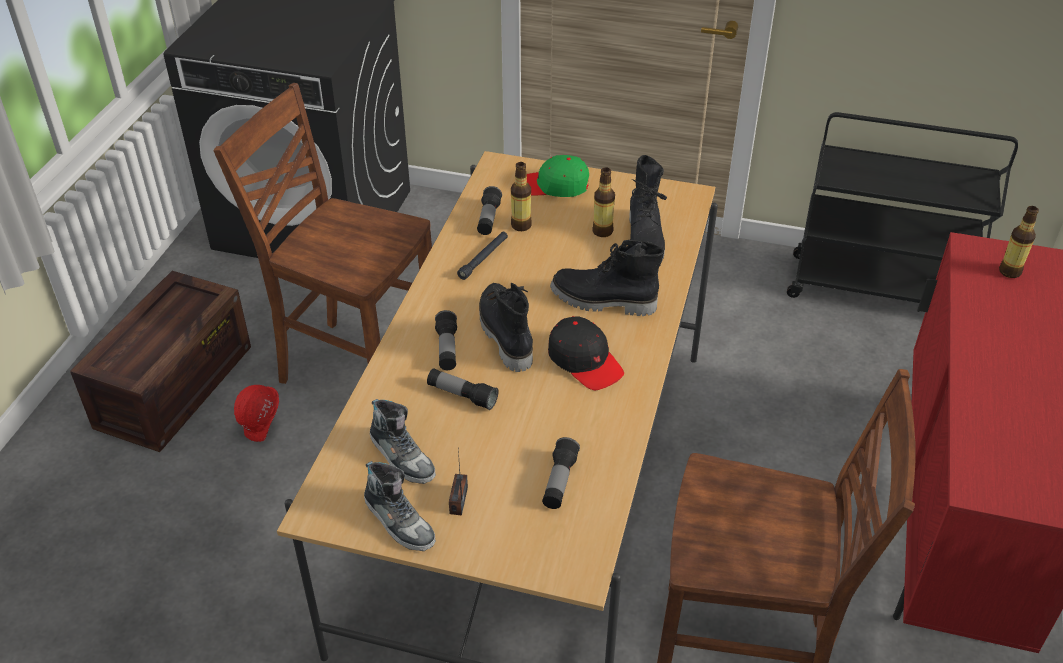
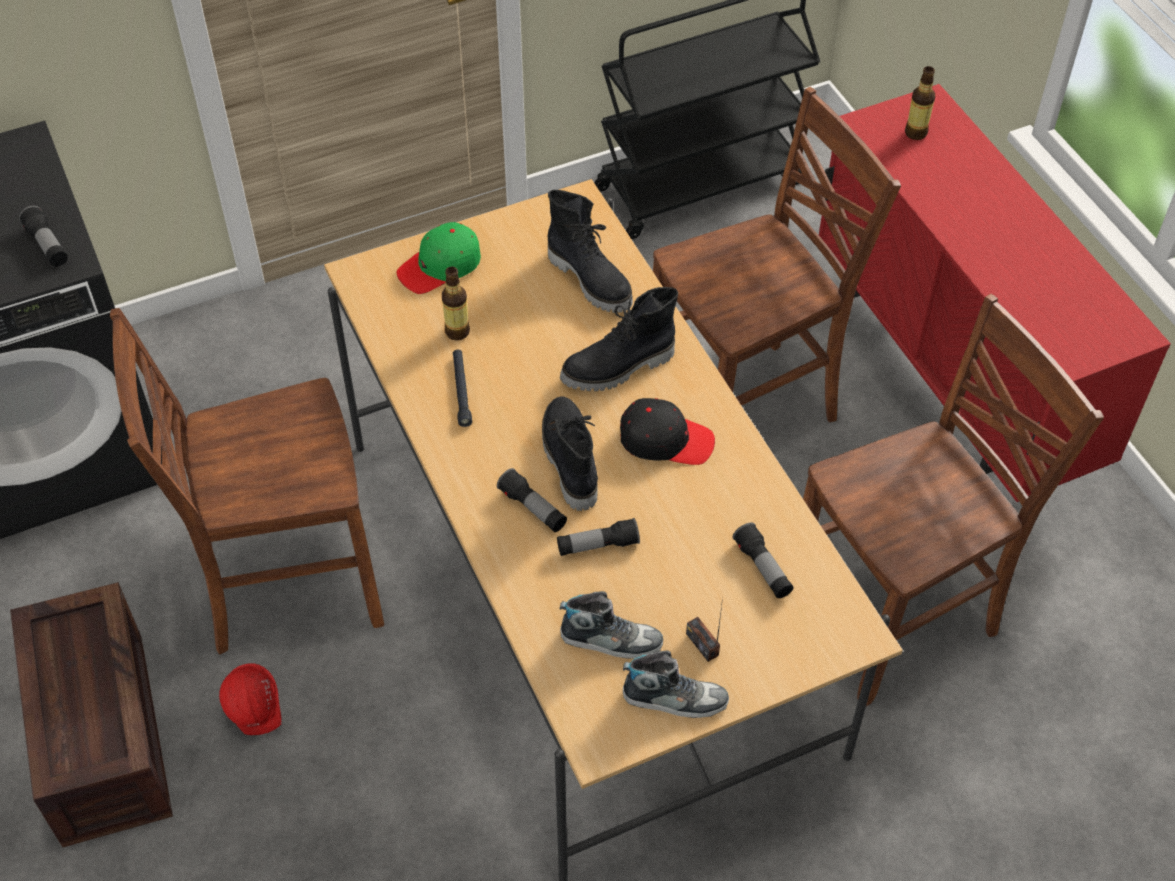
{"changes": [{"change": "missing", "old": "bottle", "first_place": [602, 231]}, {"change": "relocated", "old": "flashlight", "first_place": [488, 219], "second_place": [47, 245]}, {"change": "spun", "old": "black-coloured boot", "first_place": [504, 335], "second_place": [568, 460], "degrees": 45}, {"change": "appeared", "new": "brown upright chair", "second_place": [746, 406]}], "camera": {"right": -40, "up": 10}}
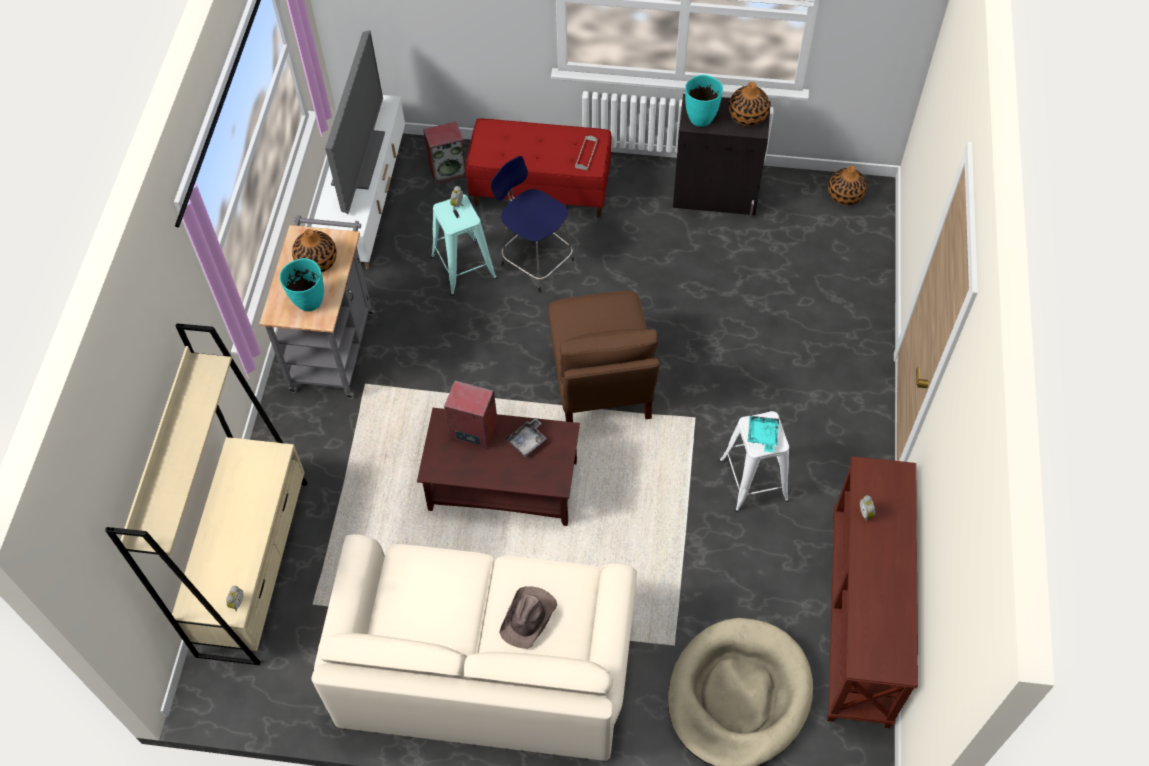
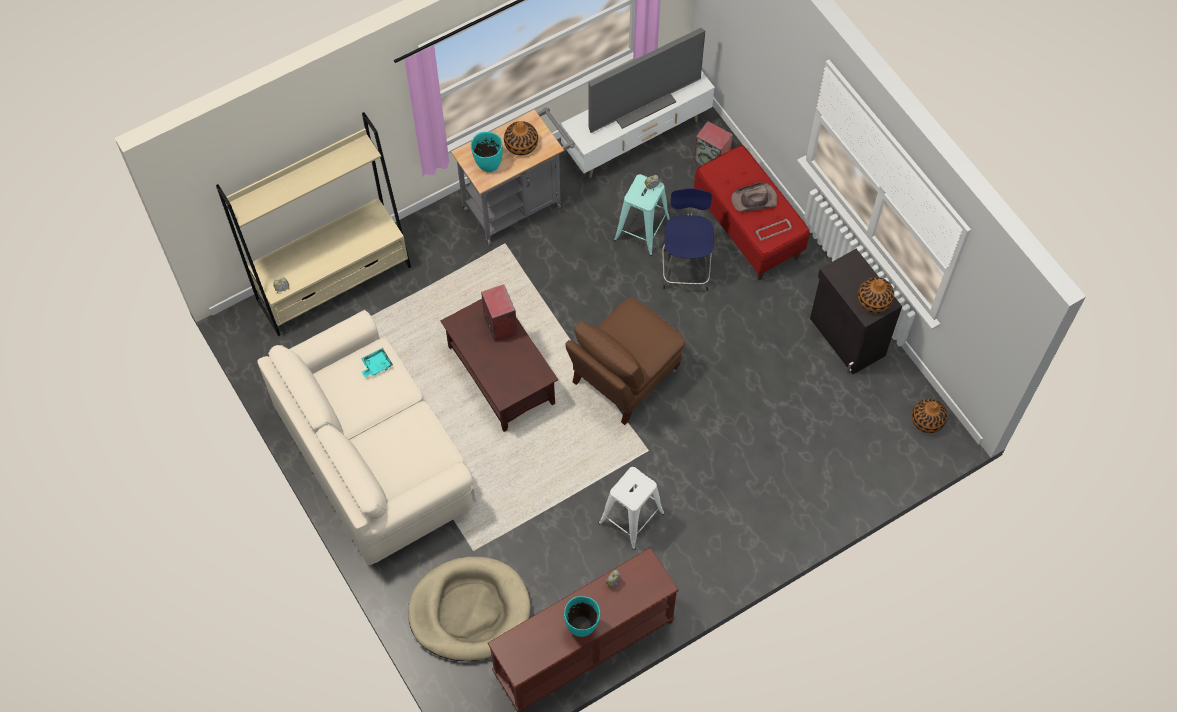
{"changes": [{"change": "relocated", "old": "turquoise vase", "first_place": [700, 118], "second_place": [582, 626]}, {"change": "relocated", "old": "turquoise carrying tray", "first_place": [762, 435], "second_place": [376, 365]}, {"change": "missing", "old": "greyish carrying tray", "first_place": [527, 441]}, {"change": "relocated", "old": "brown clothing hat", "first_place": [529, 617], "second_place": [755, 200]}], "camera": {"right": 50, "up": 5}}
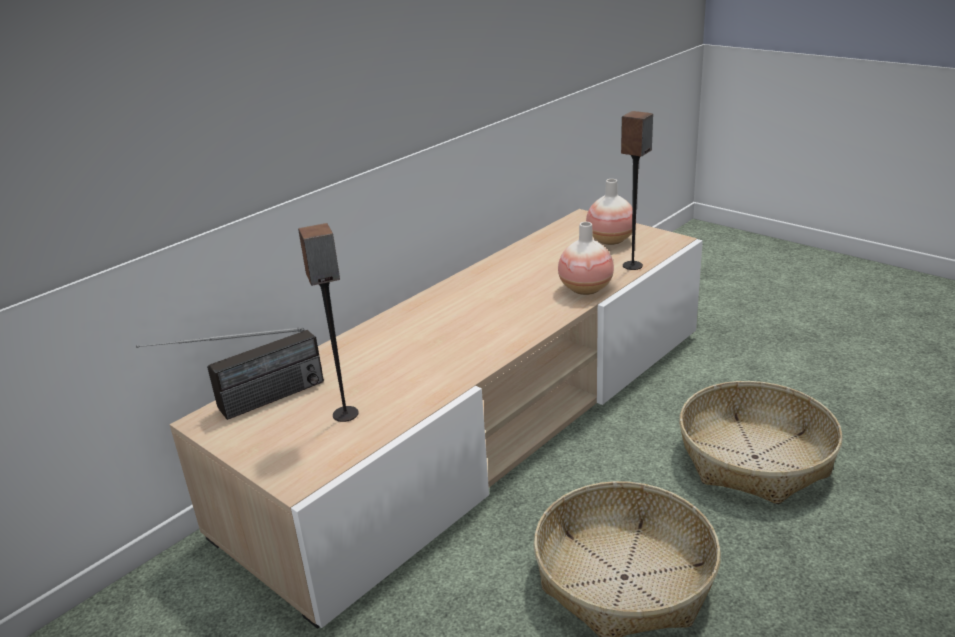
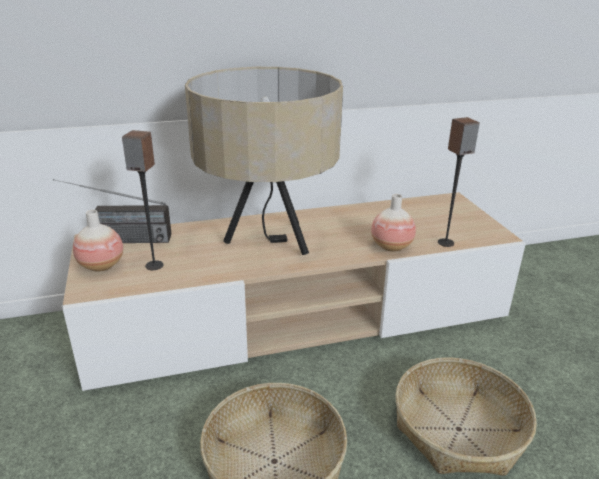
{"changes": [{"change": "relocated", "old": "vase", "first_place": [610, 240], "second_place": [101, 265]}, {"change": "appeared", "new": "beige table lamp", "second_place": [267, 241]}], "camera": {"right": 30, "up": 0}}
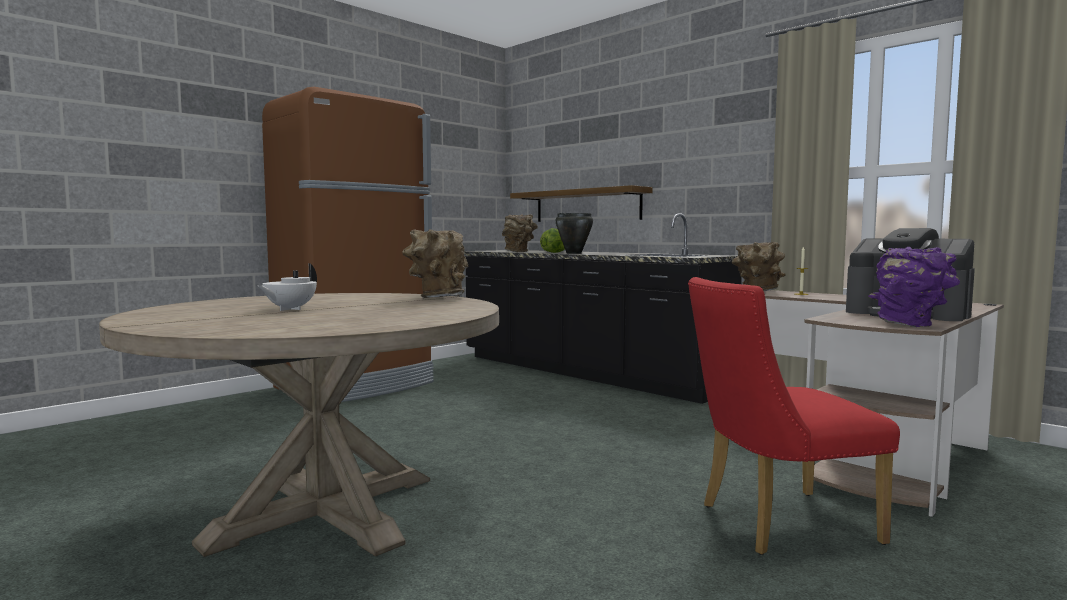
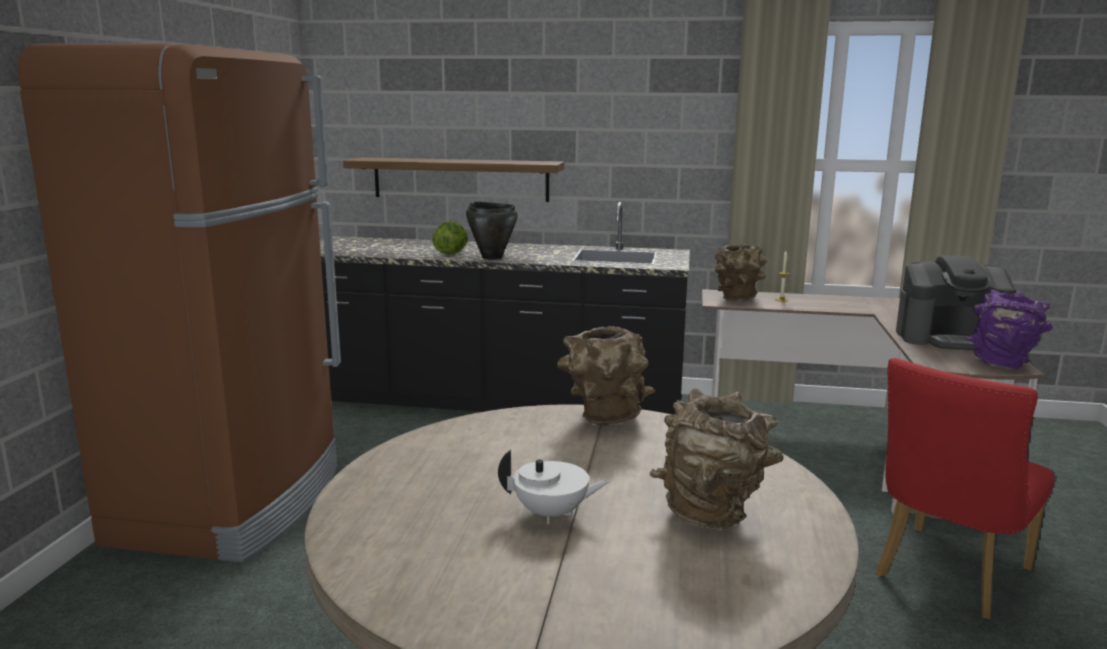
{"changes": [{"change": "relocated", "old": "brown vase", "first_place": [519, 251], "second_place": [712, 514]}, {"change": "spun", "old": "white-coloured tea pot", "first_place": [289, 309], "second_place": [552, 514], "degrees": -75}], "camera": {"right": -35, "up": 10}}
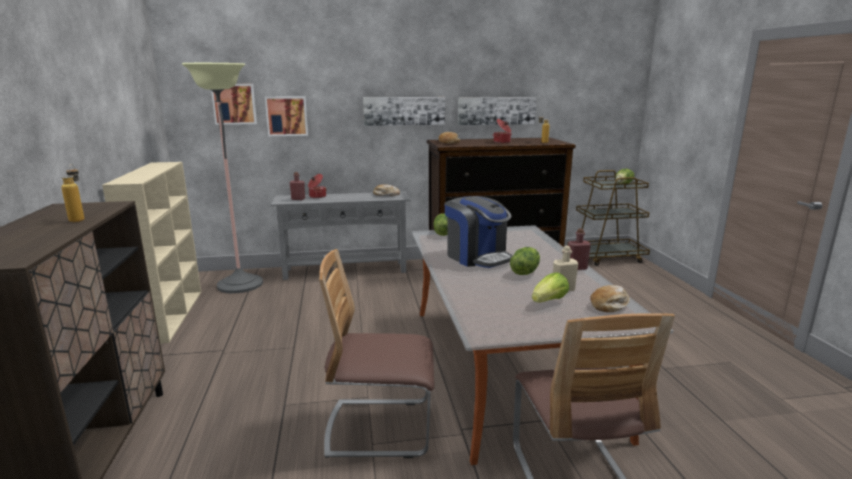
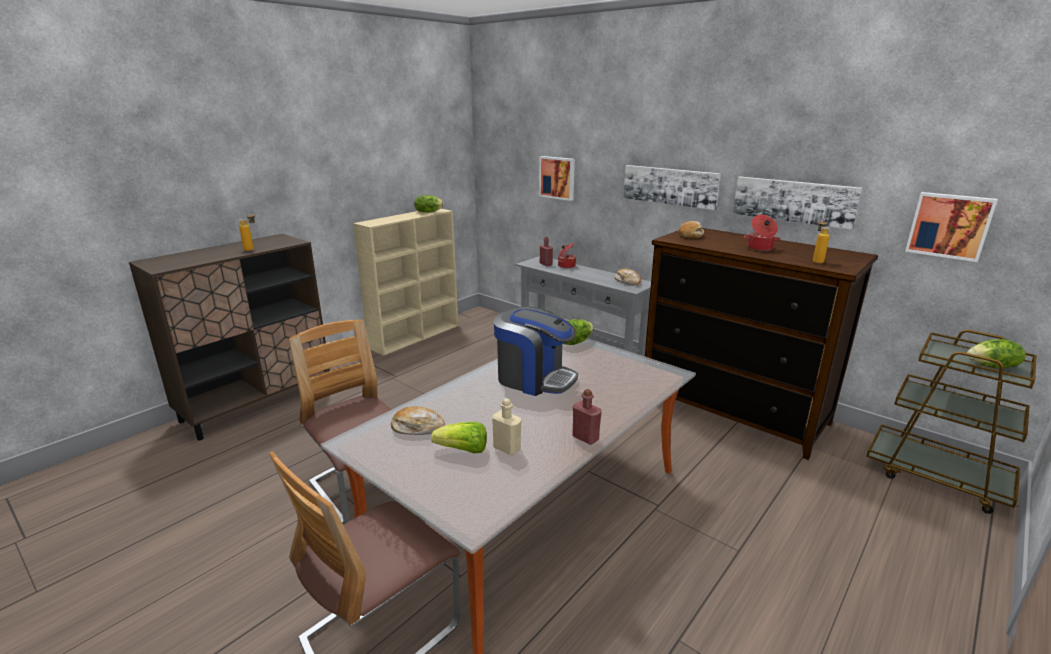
{"changes": [{"change": "missing", "old": "standing lamp", "first_place": [240, 284]}, {"change": "relocated", "old": "wall picture", "first_place": [234, 104], "second_place": [949, 225]}, {"change": "spun", "old": "coffee maker", "first_place": [477, 257], "second_place": [534, 378], "degrees": -75}, {"change": "relocated", "old": "head of lettuce", "first_place": [524, 272], "second_place": [428, 212]}, {"change": "relocated", "old": "bread", "first_place": [609, 305], "second_place": [417, 427]}], "camera": {"right": 50, "up": 5}}
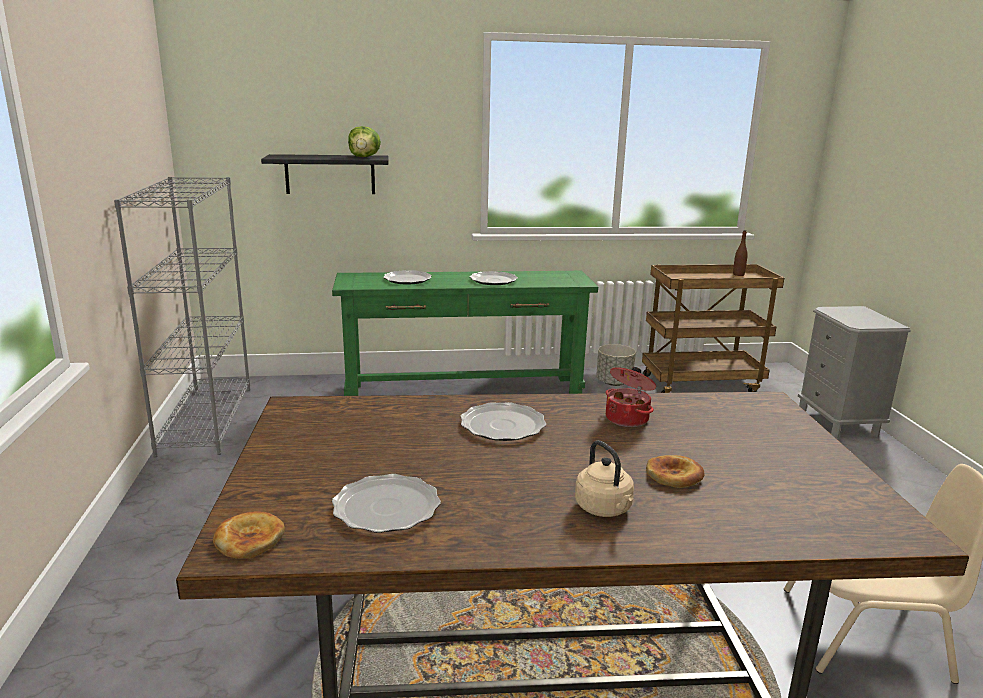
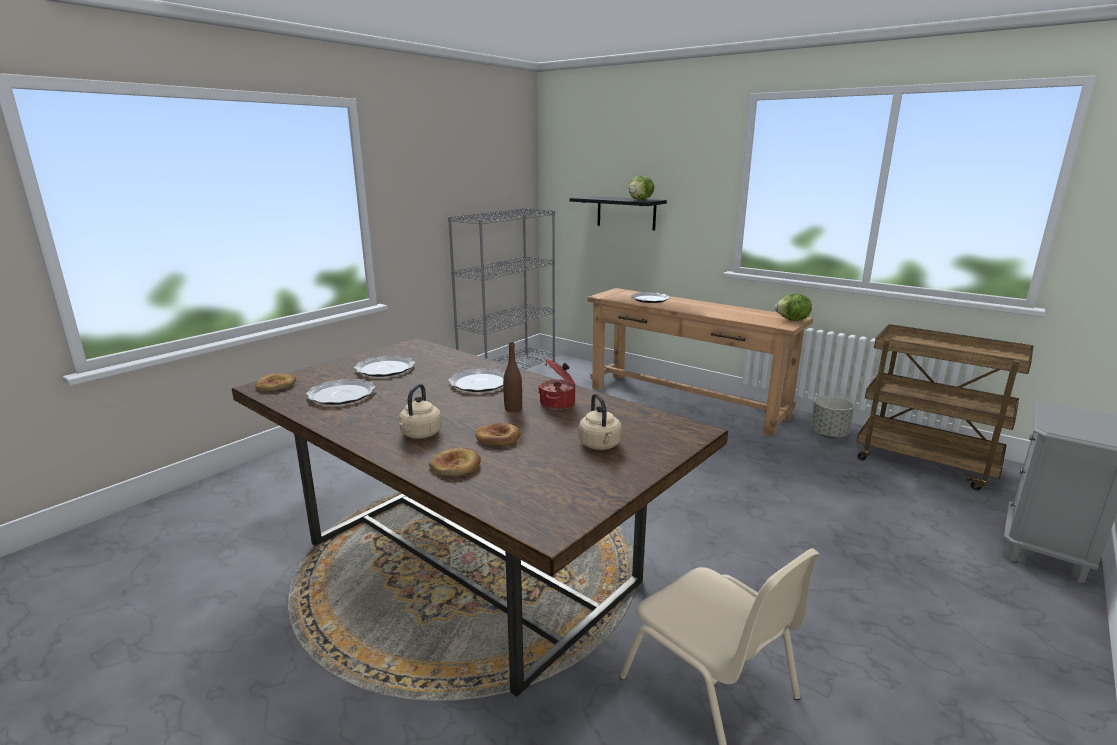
{"changes": [{"change": "relocated", "old": "brown bottle", "first_place": [738, 274], "second_place": [513, 408]}, {"change": "colour", "old": "green-coloured hall table", "new": "brown hall table", "first_place": [464, 391], "second_place": [685, 402]}, {"change": "relocated", "old": "plate", "first_place": [493, 280], "second_place": [385, 369]}, {"change": "appeared", "new": "head of lettuce", "second_place": [792, 320]}, {"change": "appeared", "new": "beige tea kettle", "second_place": [600, 445]}, {"change": "appeared", "new": "bread", "second_place": [456, 466]}], "camera": {"right": 45, "up": 0}}
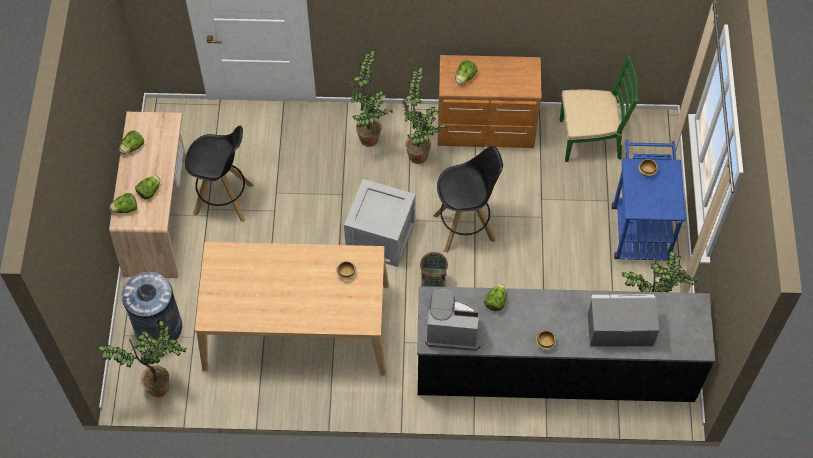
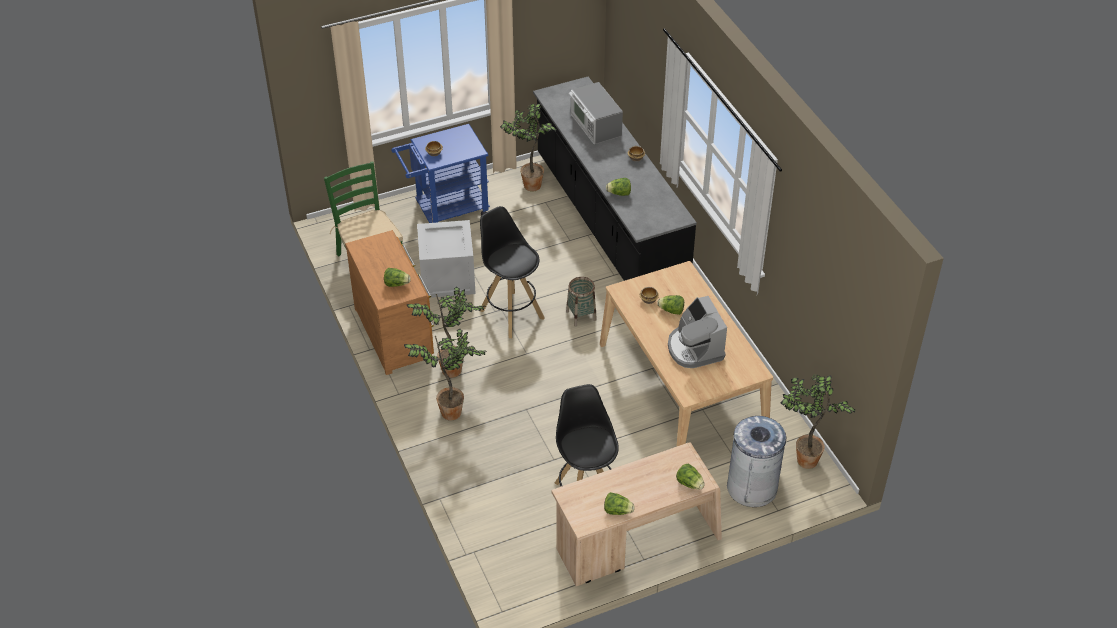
{"changes": [{"change": "relocated", "old": "head of lettuce", "first_place": [149, 191], "second_place": [671, 311]}, {"change": "relocated", "old": "packing crate", "first_place": [380, 236], "second_place": [447, 277]}, {"change": "relocated", "old": "coffee maker", "first_place": [453, 327], "second_place": [694, 349]}], "camera": {"right": -115, "up": -15}}
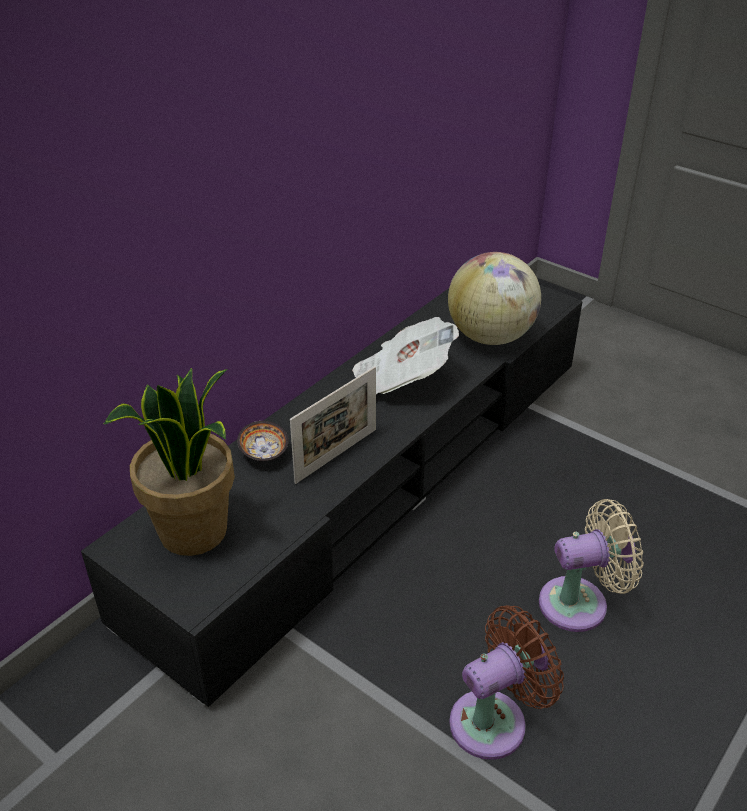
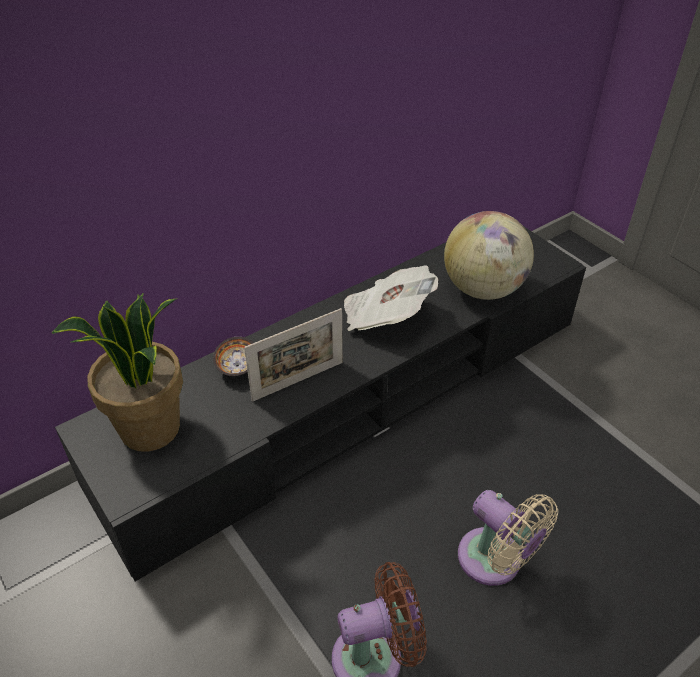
{"changes": [{"change": "spun", "old": "beige electric fan", "first_place": [580, 603], "second_place": [495, 562], "degrees": 45}], "camera": {"right": 15, "up": 5}}
